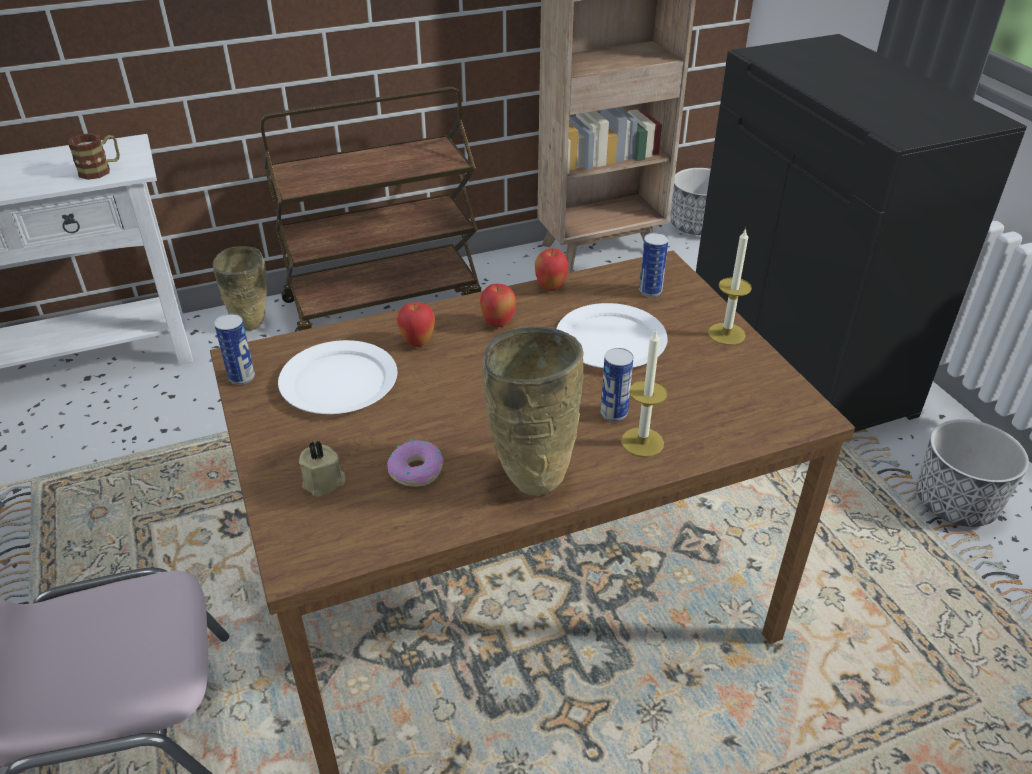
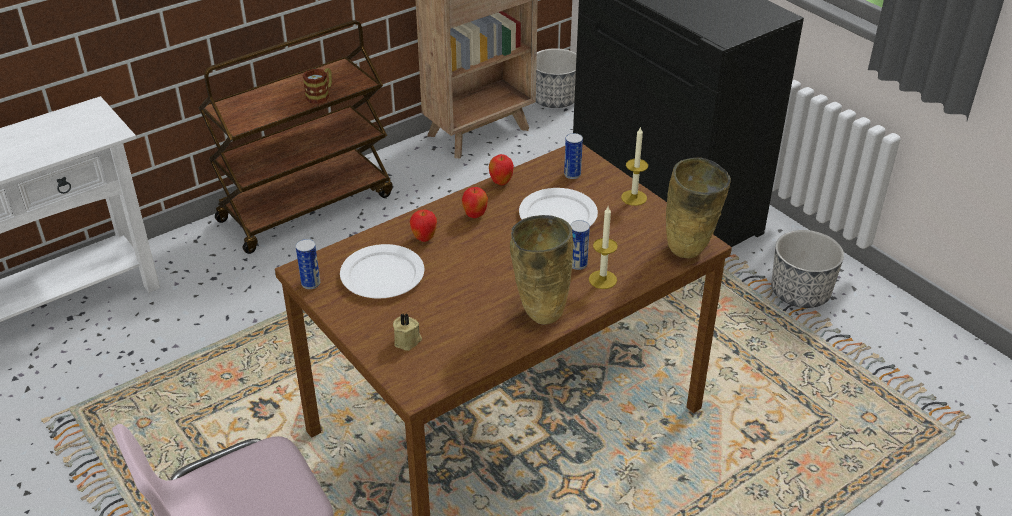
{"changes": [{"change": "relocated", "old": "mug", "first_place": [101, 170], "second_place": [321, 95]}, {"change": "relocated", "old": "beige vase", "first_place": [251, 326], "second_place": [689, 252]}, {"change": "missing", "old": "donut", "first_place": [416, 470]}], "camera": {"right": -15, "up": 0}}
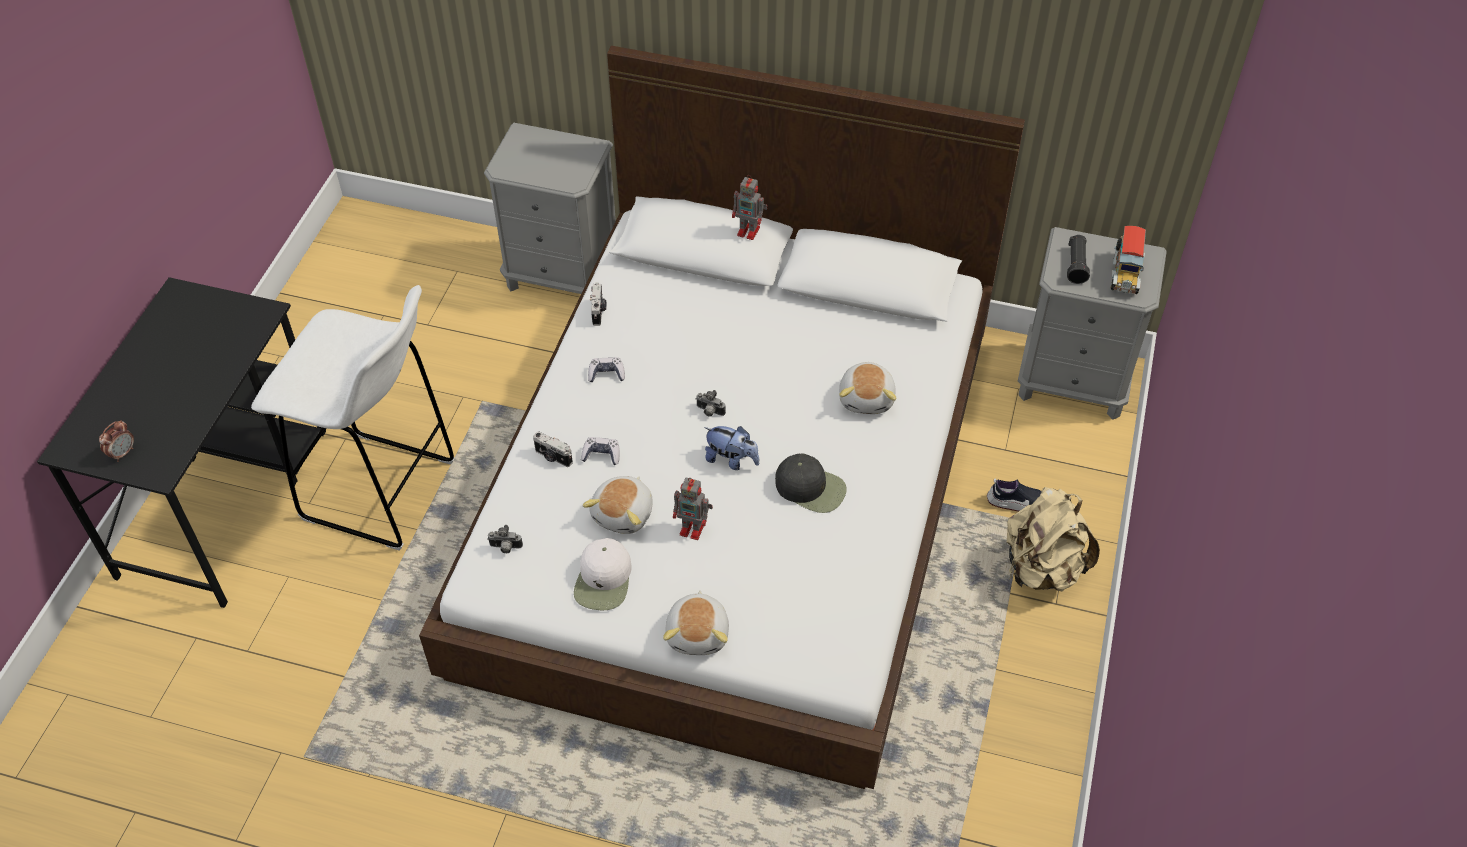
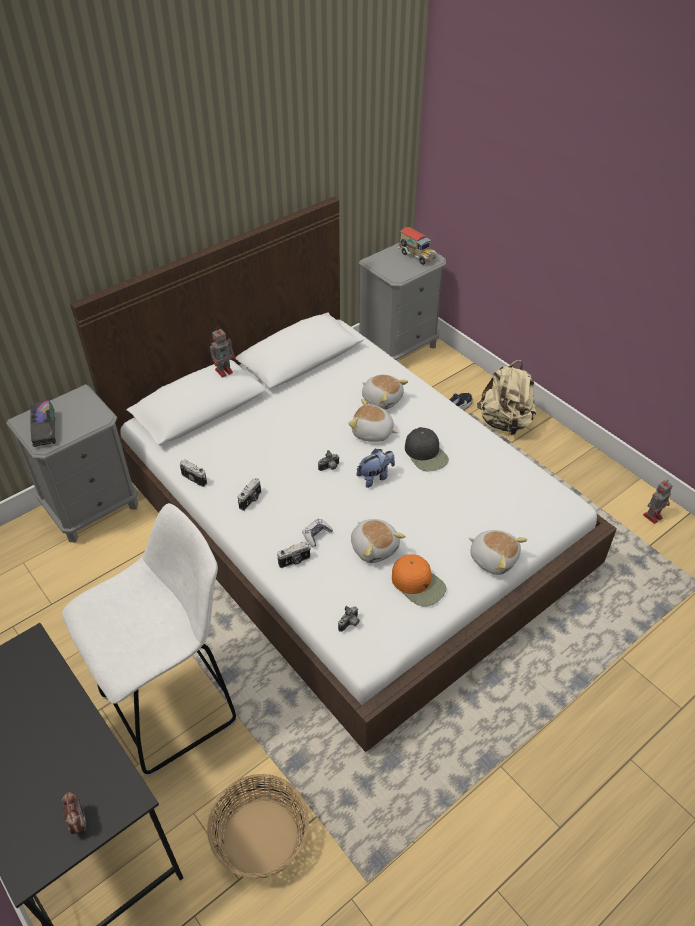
{"changes": [{"change": "missing", "old": "black-coloured flashlight", "first_place": [1076, 265]}, {"change": "exchanged", "old": "game controller", "new": "still camera", "first_place": [606, 374], "second_place": [251, 500]}, {"change": "spun", "old": "black-coloured peaked cap", "first_place": [811, 488], "second_place": [426, 454], "degrees": 90}, {"change": "relocated", "old": "robot figure", "first_place": [693, 529], "second_place": [653, 516]}, {"change": "colour", "old": "white-coloured peaked cap", "new": "orangey peaked cap", "first_place": [604, 580], "second_place": [418, 584]}, {"change": "appeared", "new": "plush toy", "second_place": [372, 433]}, {"change": "appeared", "new": "toy lorry", "second_place": [45, 430]}, {"change": "appeared", "new": "basket", "second_place": [260, 837]}], "camera": {"right": -55, "up": -5}}
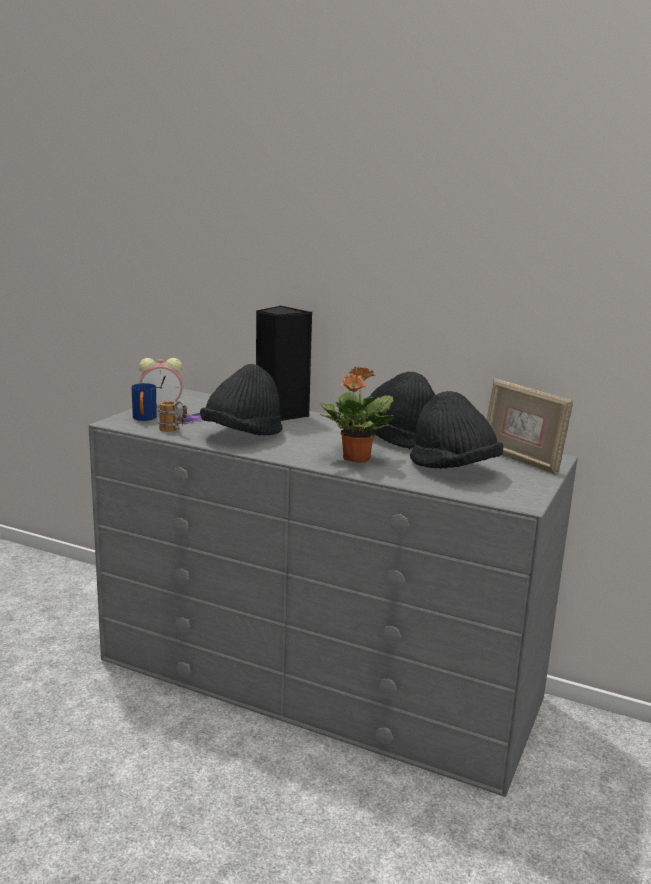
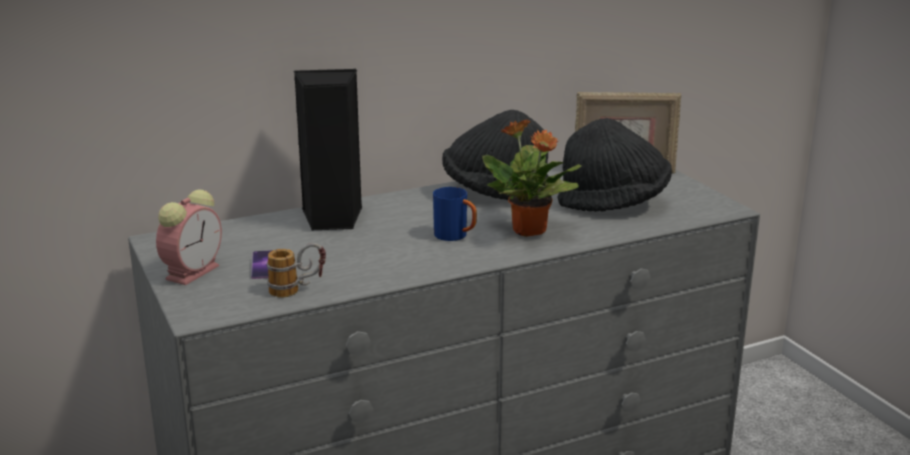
{"changes": [{"change": "missing", "old": "black-coloured clothing hat", "first_place": [242, 435]}, {"change": "relocated", "old": "bluish mug", "first_place": [144, 419], "second_place": [456, 236]}], "camera": {"right": -50, "up": 5}}
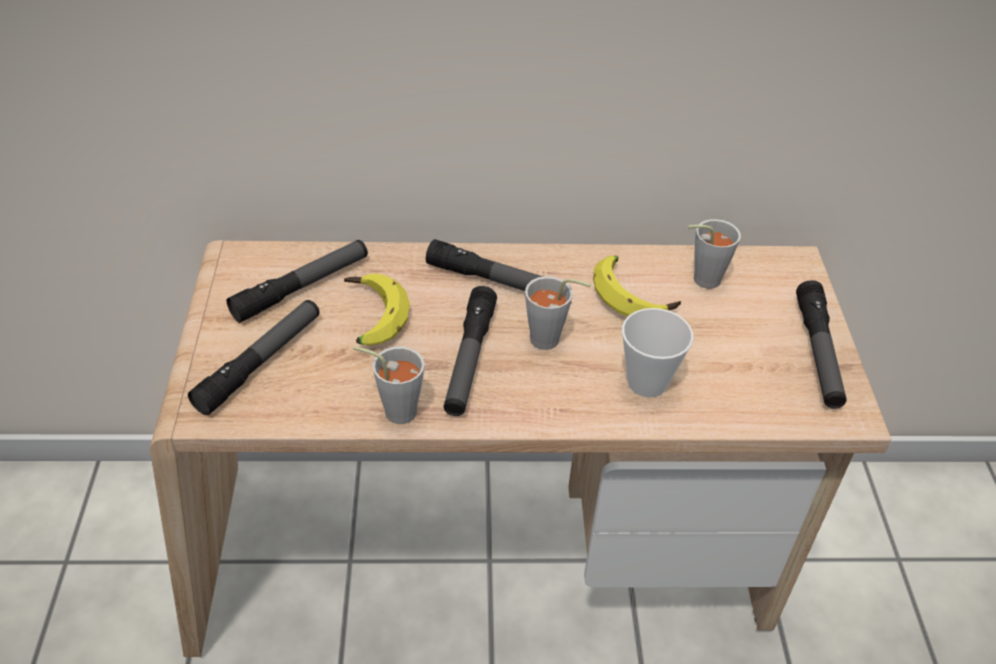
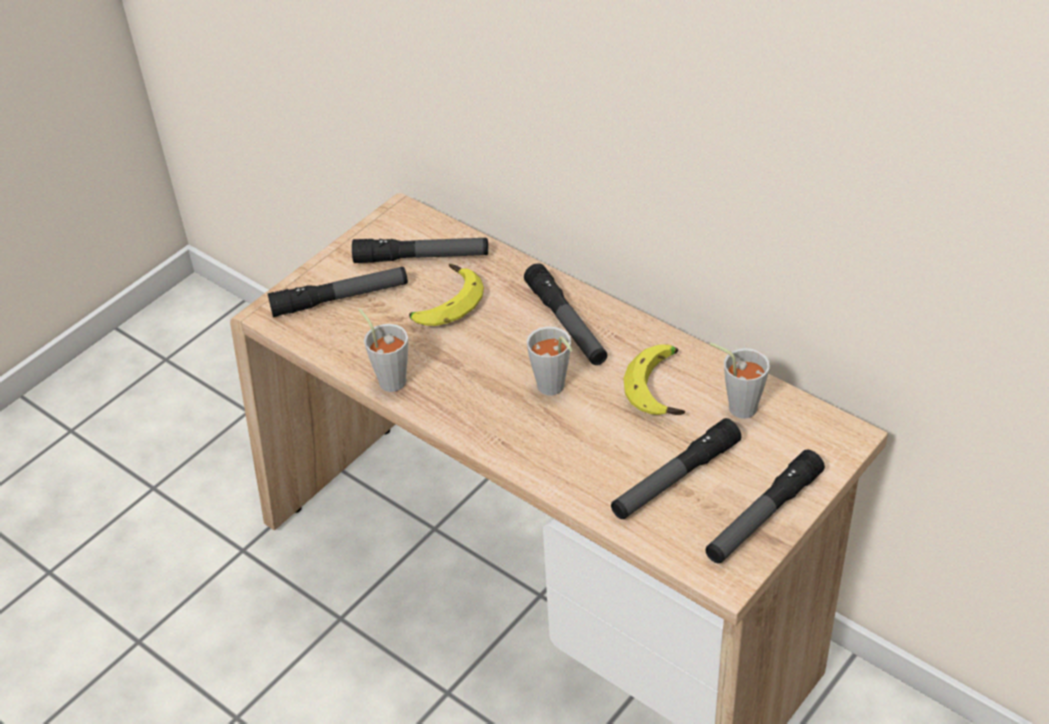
{"changes": [{"change": "relocated", "old": "flashlight", "first_place": [469, 359], "second_place": [675, 478]}, {"change": "missing", "old": "cup", "first_place": [647, 382]}], "camera": {"right": 45, "up": 0}}
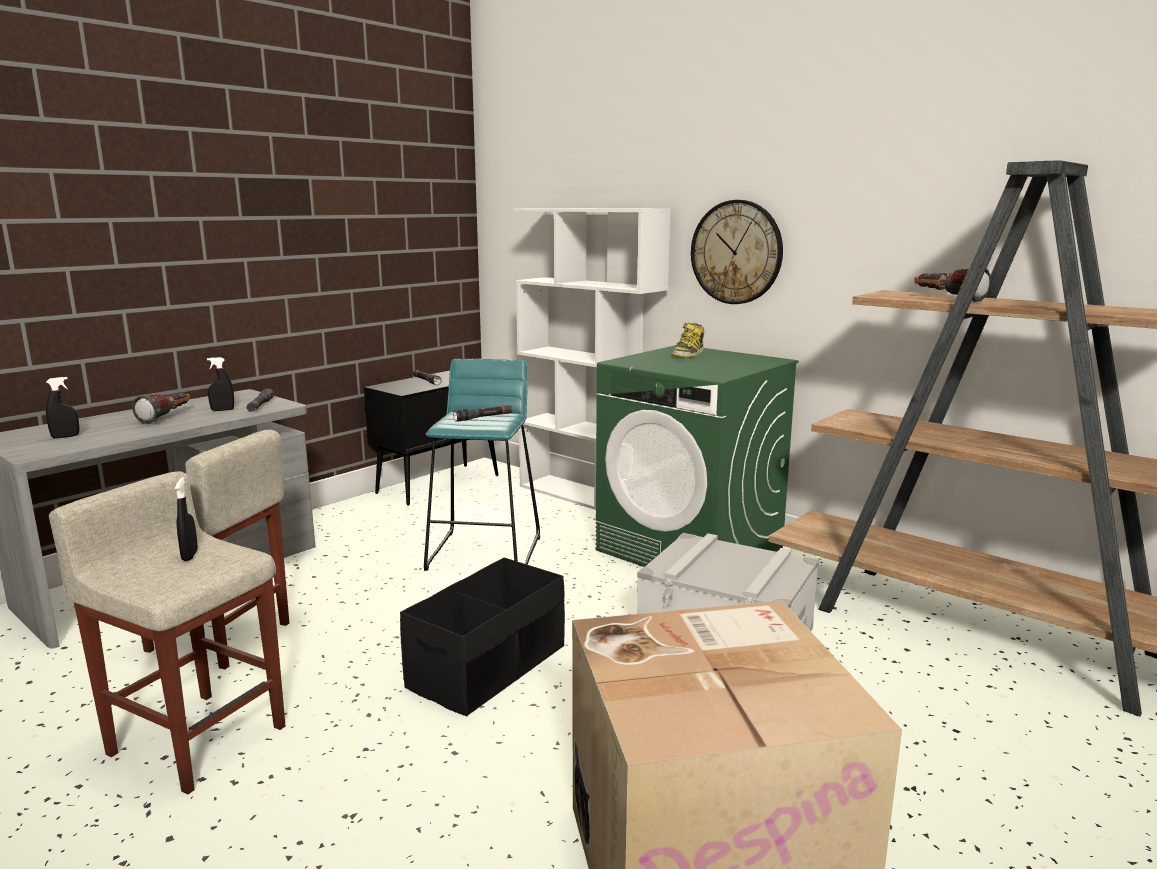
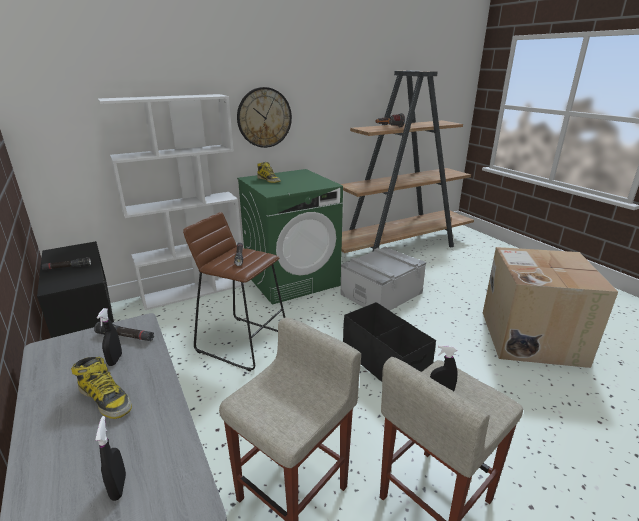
{"changes": [{"change": "colour", "old": "turquoise sitting stool", "new": "brown sitting stool", "first_place": [485, 552], "second_place": [242, 342]}, {"change": "exchanged", "old": "flashlight", "new": "boot", "first_place": [167, 417], "second_place": [106, 399]}], "camera": {"right": -70, "up": 10}}
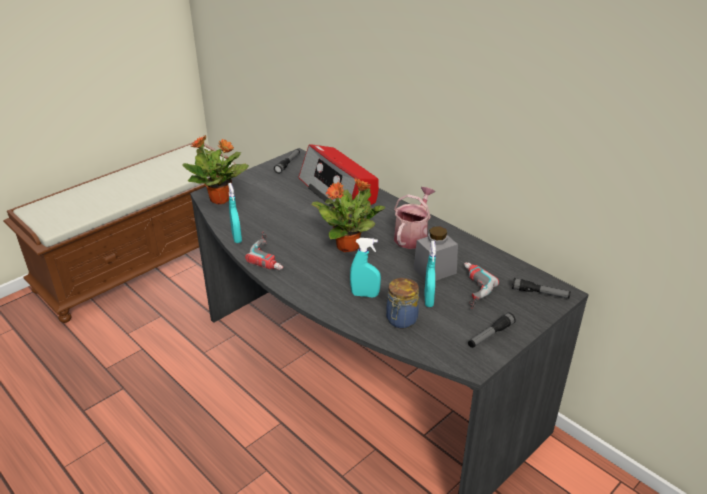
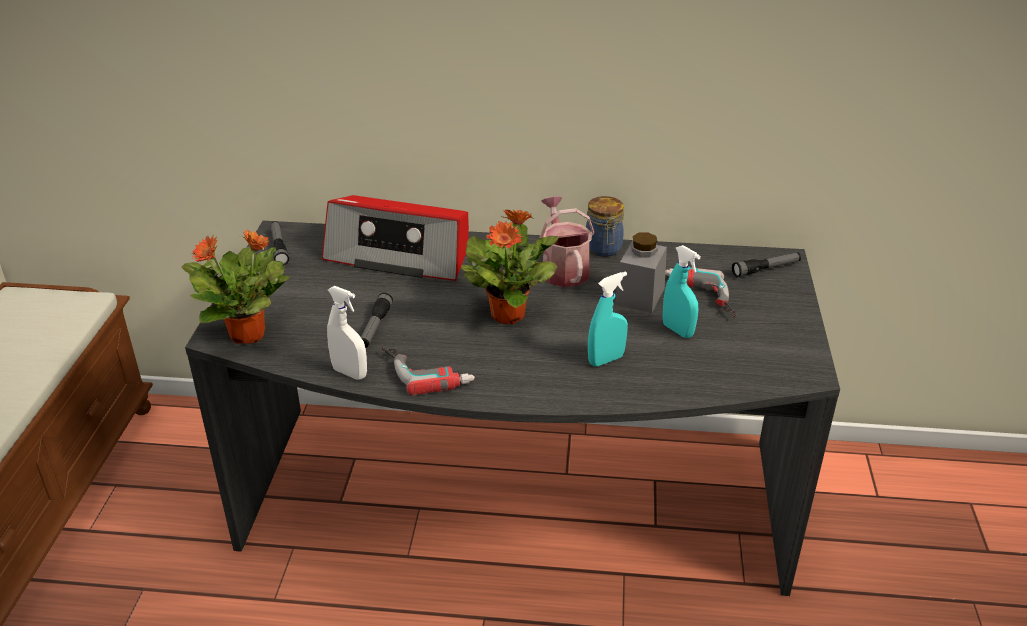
{"changes": [{"change": "colour", "old": "turquoise hand sprayer", "new": "white-coloured hand sprayer", "first_place": [237, 238], "second_place": [350, 373]}, {"change": "relocated", "old": "jar", "first_place": [401, 320], "second_place": [603, 249]}, {"change": "relocated", "old": "flashlight", "first_place": [490, 335], "second_place": [375, 327]}], "camera": {"right": -40, "up": 0}}
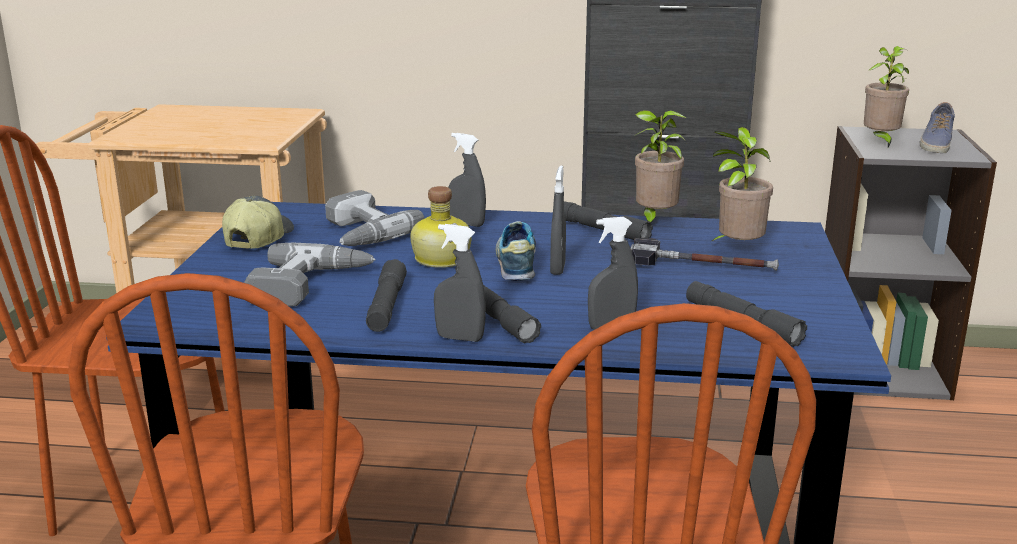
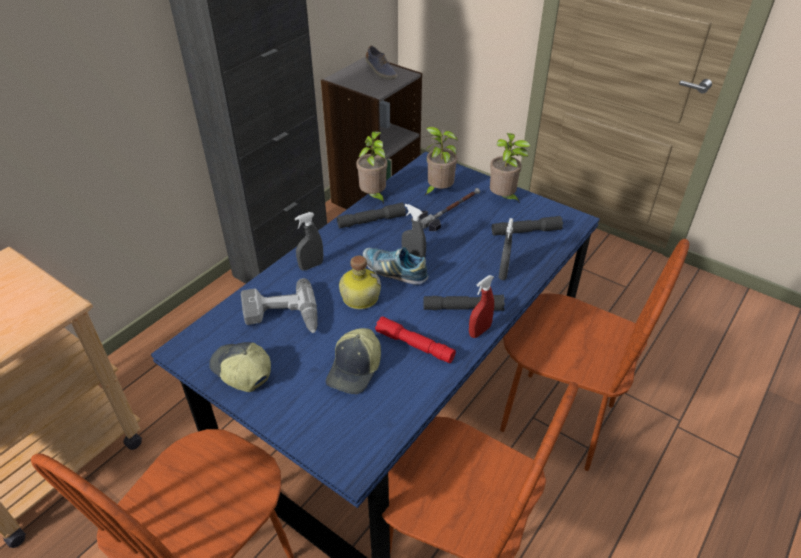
{"changes": [{"change": "relocated", "old": "houseplant", "first_place": [880, 141], "second_place": [503, 199]}, {"change": "colour", "old": "greyish hand sprayer", "new": "reddish hand sprayer", "first_place": [460, 338], "second_place": [479, 331]}, {"change": "exchanged", "old": "power drill", "new": "peaked cap", "first_place": [310, 286], "second_place": [355, 369]}, {"change": "colour", "old": "greyish flashlight", "new": "reddish flashlight", "first_place": [386, 306], "second_place": [415, 345]}], "camera": {"right": -60, "up": 20}}
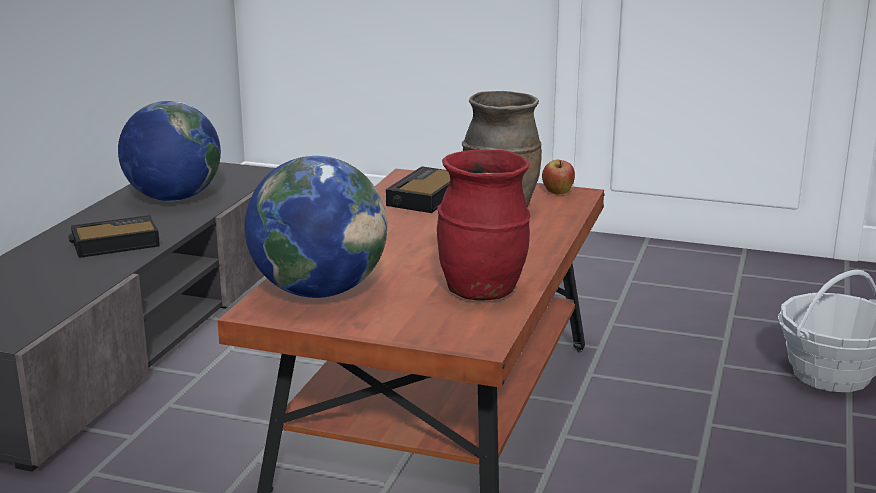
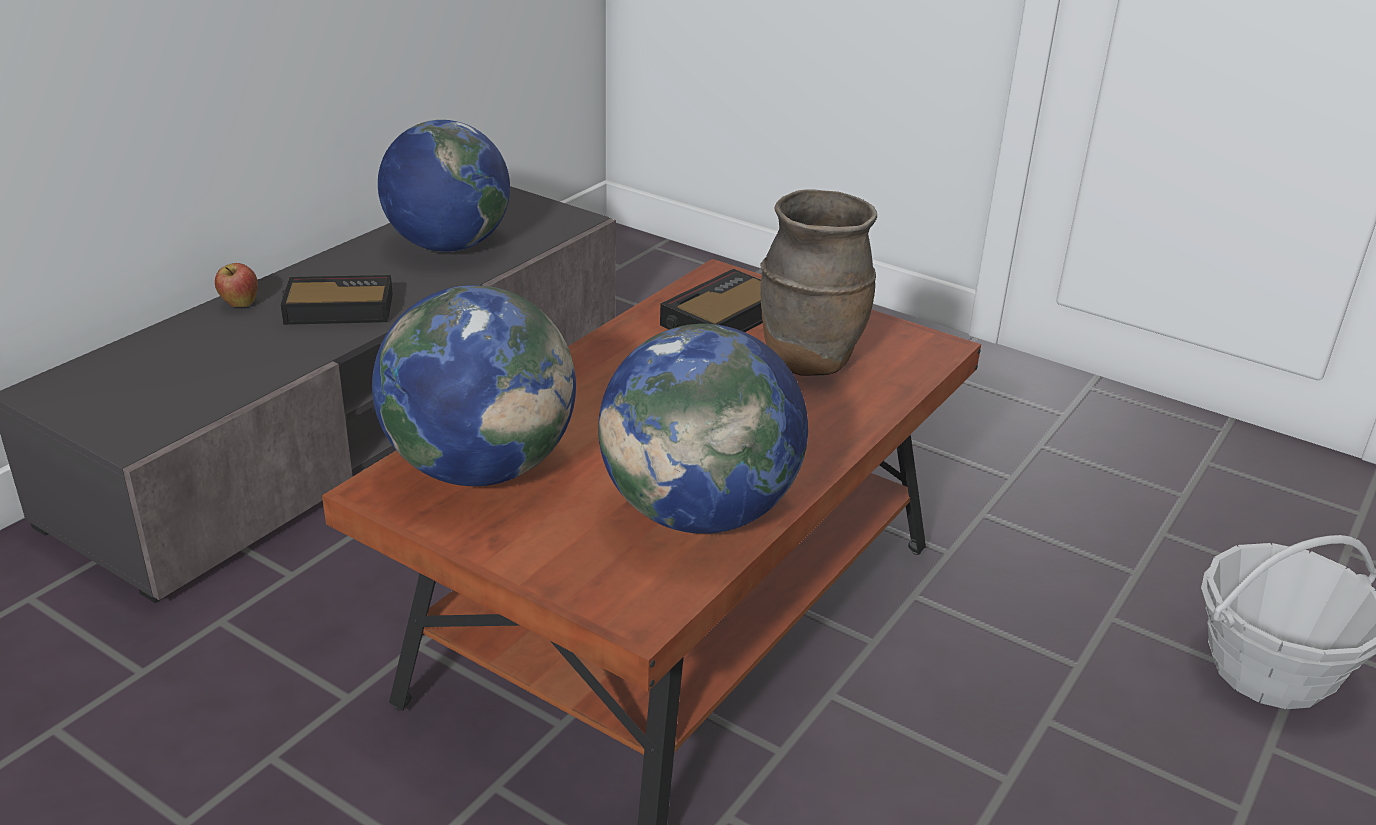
{"changes": [{"change": "exchanged", "old": "reddish vase", "new": "desk globe", "first_place": [483, 291], "second_place": [699, 513]}, {"change": "relocated", "old": "apple", "first_place": [557, 193], "second_place": [239, 304]}], "camera": {"right": 15, "up": 10}}
